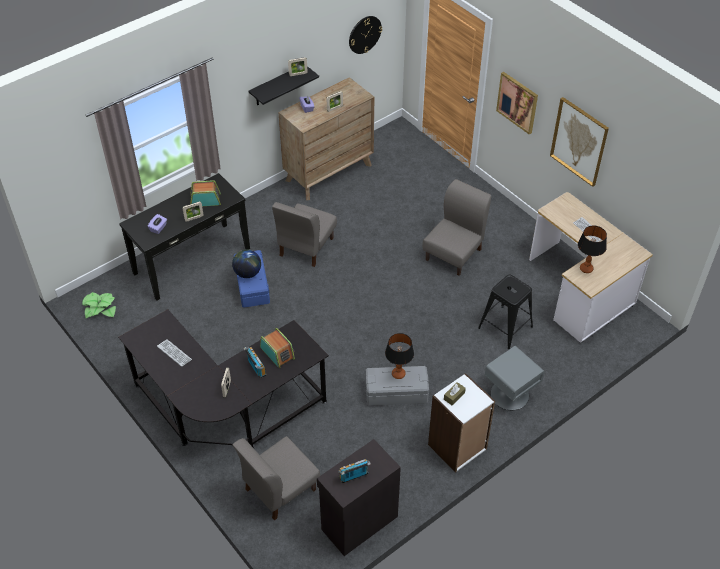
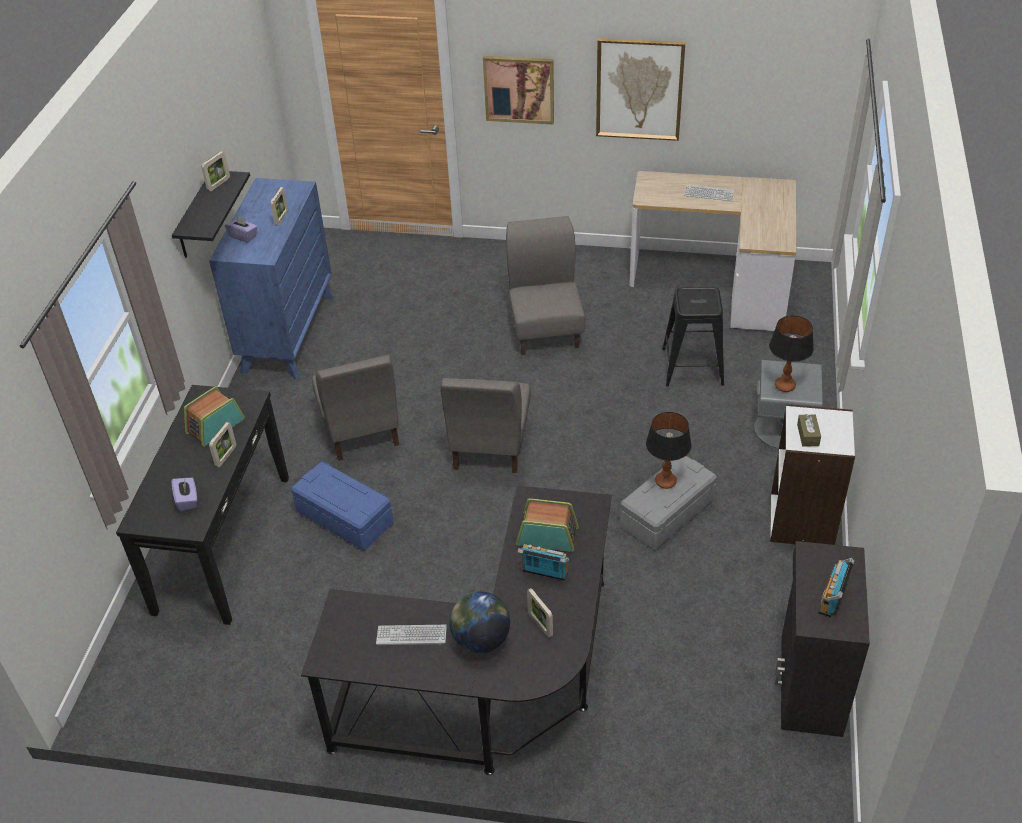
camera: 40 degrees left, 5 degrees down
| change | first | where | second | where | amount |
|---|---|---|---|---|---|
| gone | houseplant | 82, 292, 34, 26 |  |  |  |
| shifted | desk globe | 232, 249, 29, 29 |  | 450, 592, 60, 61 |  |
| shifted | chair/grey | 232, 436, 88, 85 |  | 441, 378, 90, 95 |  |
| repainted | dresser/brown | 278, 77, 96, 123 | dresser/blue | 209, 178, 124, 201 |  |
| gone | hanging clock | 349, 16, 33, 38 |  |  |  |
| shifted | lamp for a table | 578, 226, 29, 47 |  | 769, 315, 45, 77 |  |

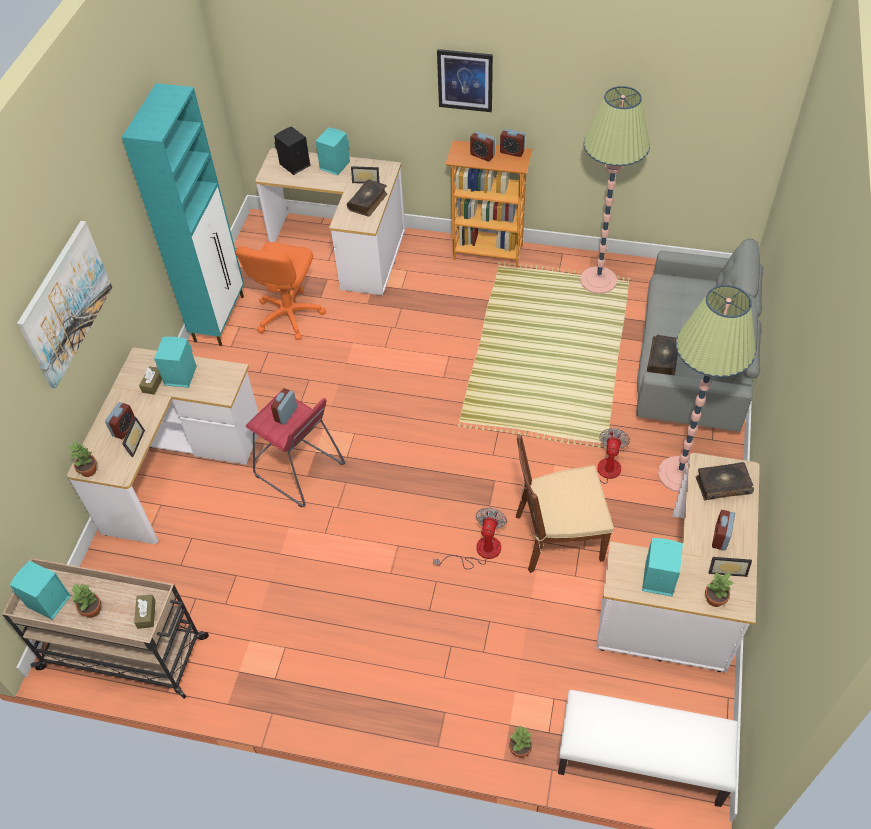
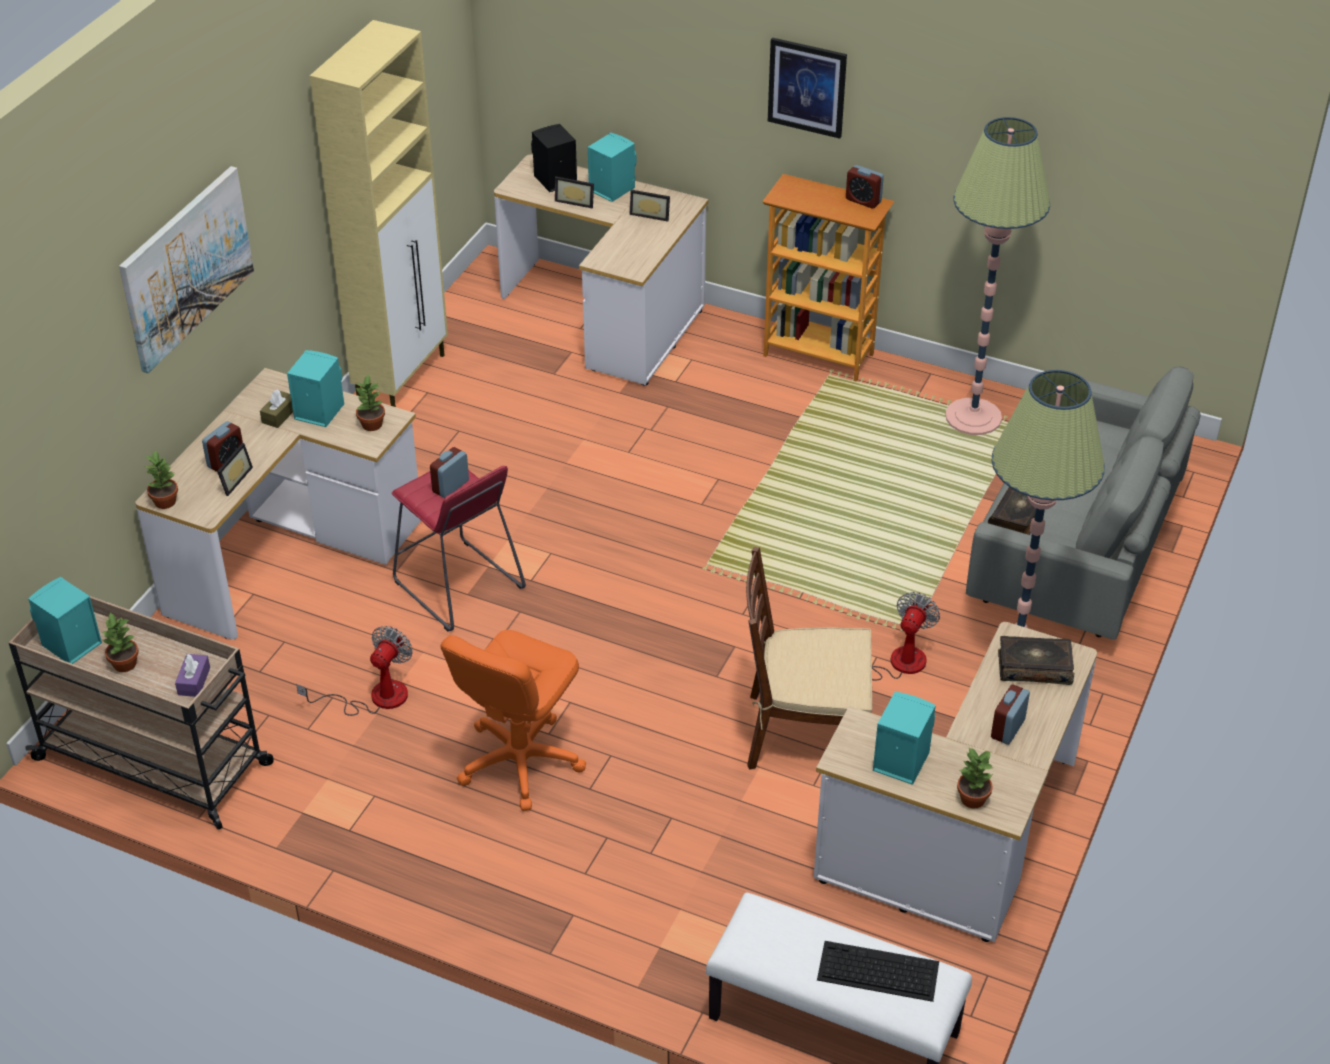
camera: 10 degrees right, 10 degrees down
| change | first | where | second | where | amount |
|---|---|---|---|---|---|
| repainted | storage cabinet/blue-green | 122, 83, 122, 263 | storage cabinet/beige-coloured | 310, 20, 138, 387 |  |
| repainted | tissue holder/brown | 134, 594, 22, 35 | tissue holder/purplish | 175, 654, 35, 43 |  |
| shifted | desk chair/orange | 236, 242, 90, 98 |  | 441, 630, 145, 181 |  |
| gone | bound book | 347, 179, 41, 37 |  |  |  |
| shifted | fan | 433, 508, 74, 61 |  | 296, 626, 117, 90 |  |
| gone | bedside clock | 470, 131, 25, 30 |  |  |  |
| shifted | houseplant | 509, 725, 24, 32 |  | 356, 374, 29, 57 |  |
| shifted | standing frame | 708, 557, 44, 20 |  | 555, 177, 39, 31 |  |
| new |  |  | computer keyboard | 817, 941, 122, 61 |  |

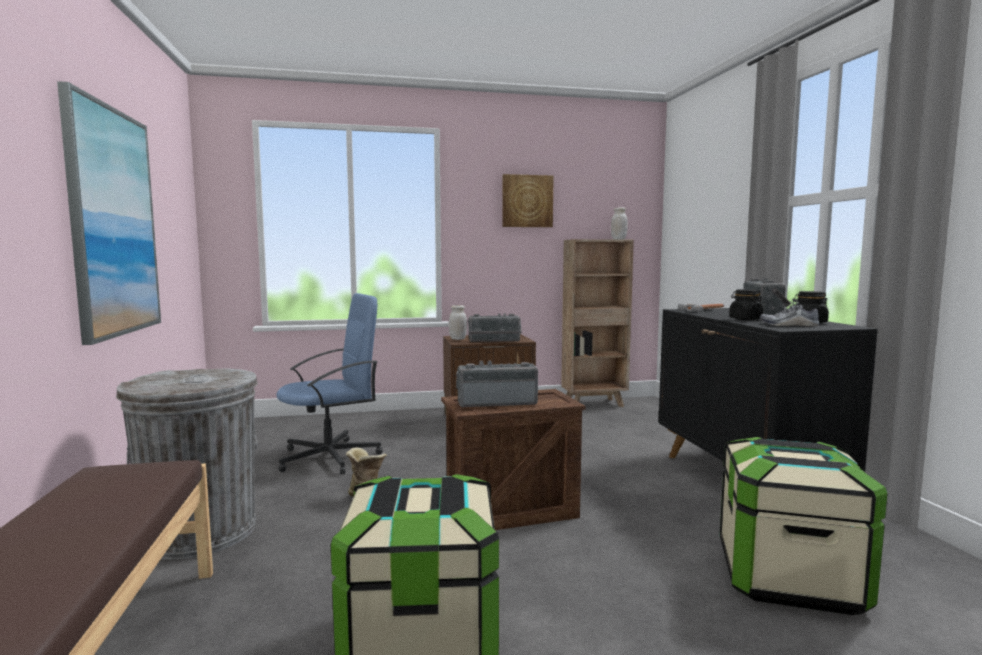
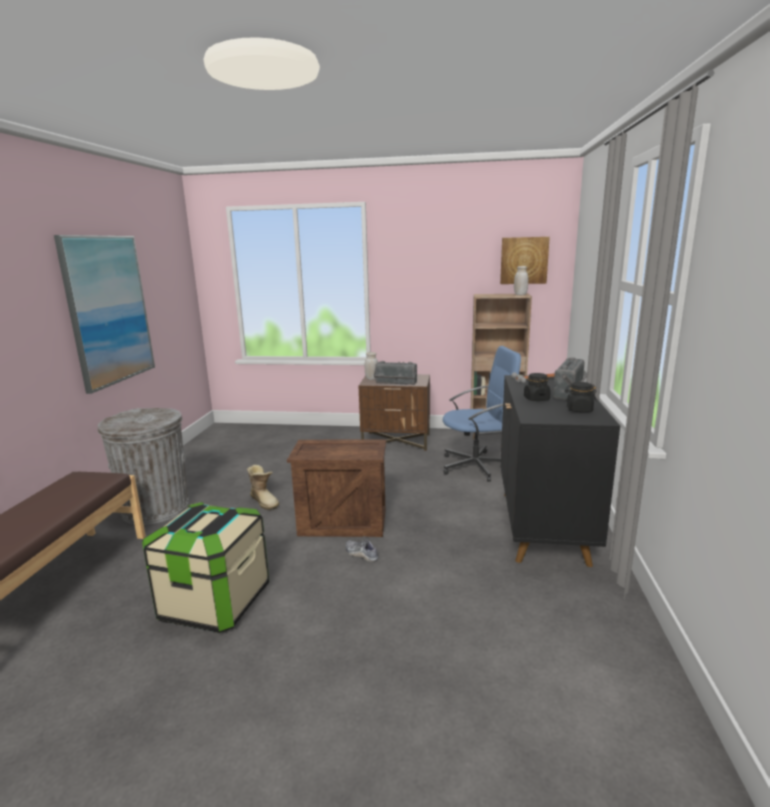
camera: 20 degrees right, 10 degrees up
| change | first | where | second | where | amount |
|---|---|---|---|---|---|
| shifted | desk chair/blue | 276, 293, 107, 181 |  | 443, 346, 78, 136 |  |
| gone | radio set | 456, 360, 82, 47 |  |  |  |
| shifted | wall picture | 502, 174, 52, 53 |  | 500, 237, 50, 47 |  |
| gone | storage container | 720, 437, 168, 178 |  |  |  |
| shifted | item of footwear | 760, 299, 60, 28 |  | 345, 536, 33, 26 |  |

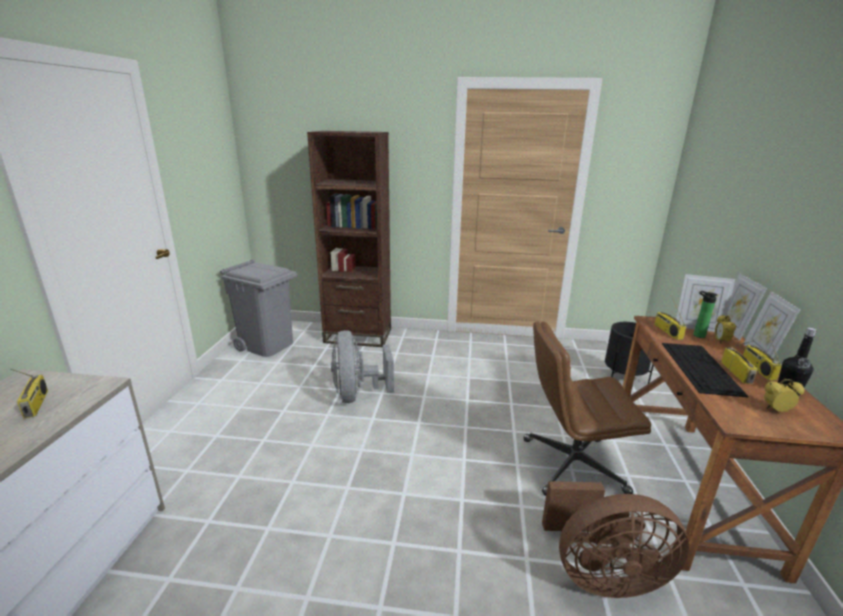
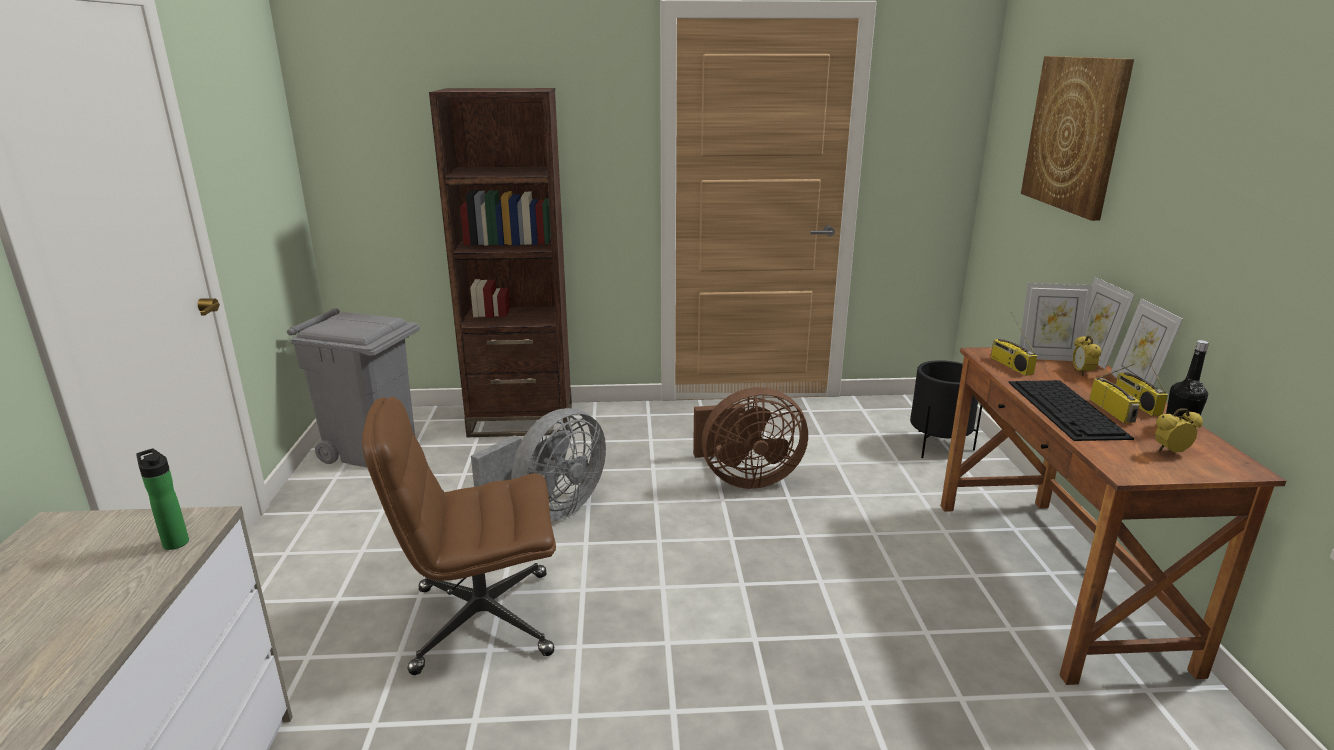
camera: 10 degrees left, 0 degrees up
| change | first | where | second | where | amount |
|---|---|---|---|---|---|
| gone | radio set | 10, 369, 38, 50 |  |  |  |
| rotated | fan/grey | 331, 330, 63, 73 |  | 471, 408, 135, 113 | 120 degrees counterclockwise |
| shifted | desk chair/brown | 524, 321, 127, 175 |  | 362, 397, 194, 278 |  |
| shifted | fan/brown | 542, 481, 147, 117 |  | 693, 387, 115, 102 |  |
| shifted | beverage bottle | 693, 291, 24, 47 |  | 136, 448, 53, 102 |  |
| new |  |  | wall picture | 1021, 56, 113, 165 |  |

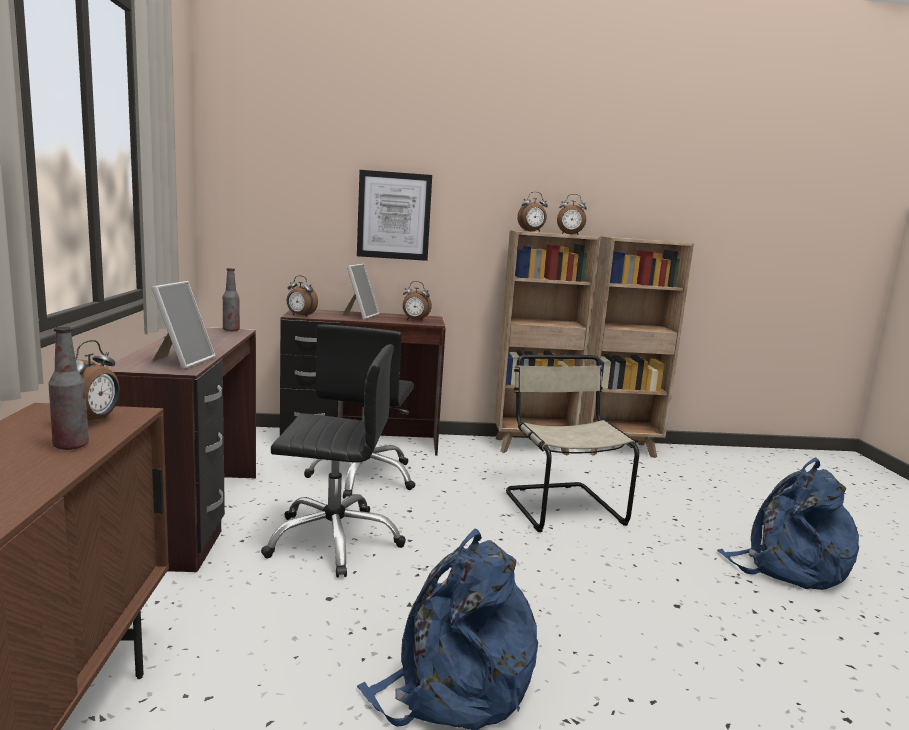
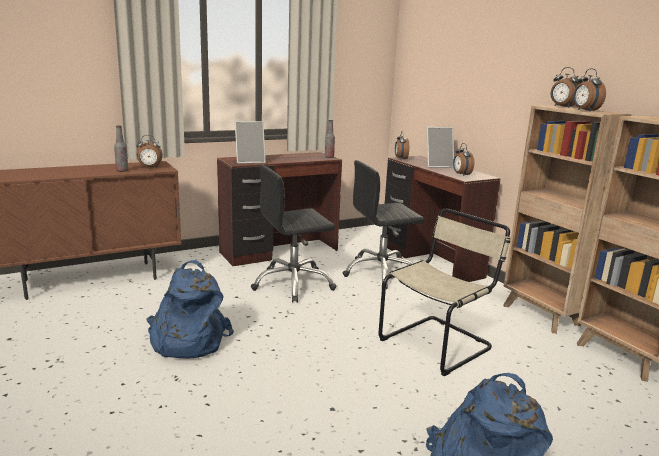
camera: 65 degrees right, 5 degrees up
| change | first | where | second | where | amount |
|---|---|---|---|---|---|
| rotated | desk chair/black | 261, 344, 145, 234 |  | 251, 164, 86, 139 | 90 degrees clockwise |
| gone | wall picture | 357, 170, 75, 91 |  |  |  |

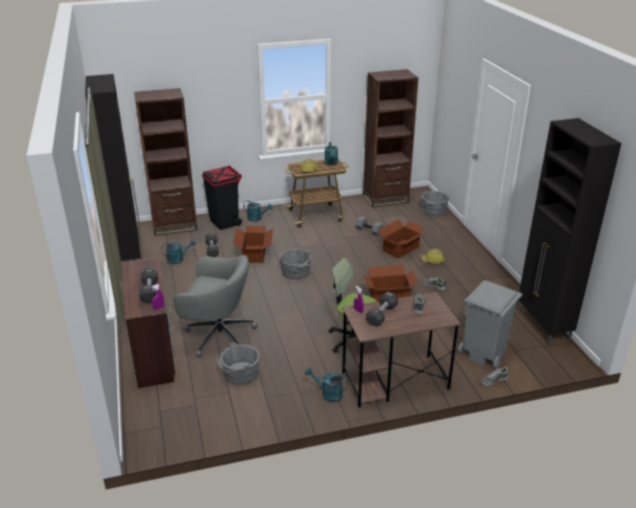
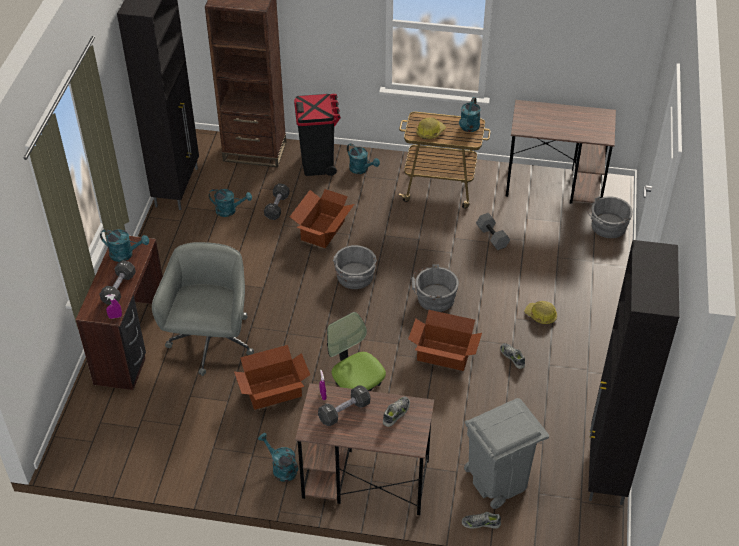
camera: 25 degrees right, 15 degrees up
| change | first | where | second | where | amount |
|---|---|---|---|---|---|
| rotated | desk chair/grey | 173, 255, 84, 102 |  | 152, 242, 102, 134 | 120 degrees counterclockwise |
| shifted | water bucket/grey | 216, 342, 44, 43 |  | 411, 264, 48, 48 |  |
| swapped | bookcase/brown | 363, 69, 55, 138 | desk table/brown | 505, 100, 111, 104 |  |
| shifted | cardboard box | 378, 219, 49, 40 |  | 234, 345, 76, 65 |  |
| new |  |  | watering pot/blue-green | 100, 229, 49, 33 |  |

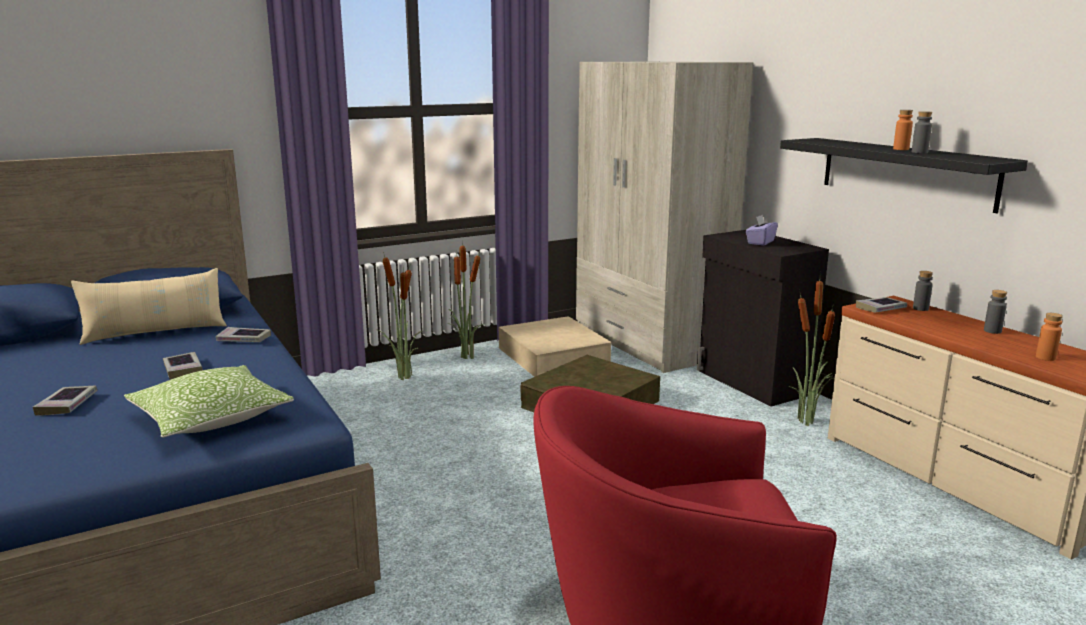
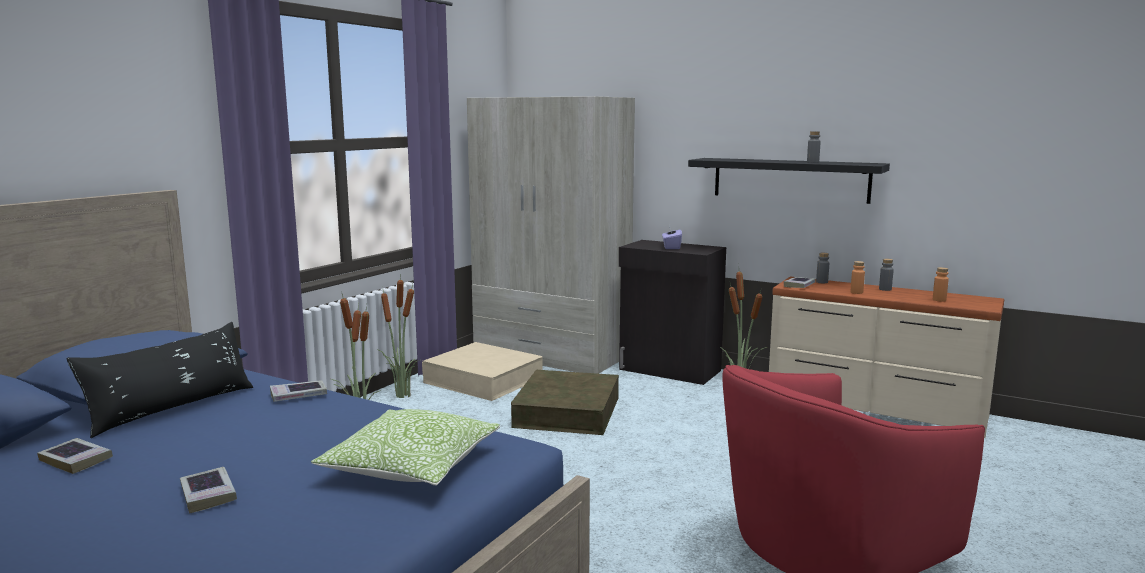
camera: 30 degrees left, 5 degrees down
| change | first | where | second | where | amount |
|---|---|---|---|---|---|
| repainted | throw pillow/beige-coloured | 71, 268, 156, 77 | throw pillow/black | 67, 322, 186, 116 |  |
| shifted | bound book | 163, 352, 40, 27 |  | 37, 438, 76, 36 |  |
| shifted | beverage bottle/orange | 893, 110, 20, 40 |  | 850, 261, 15, 33 |  |

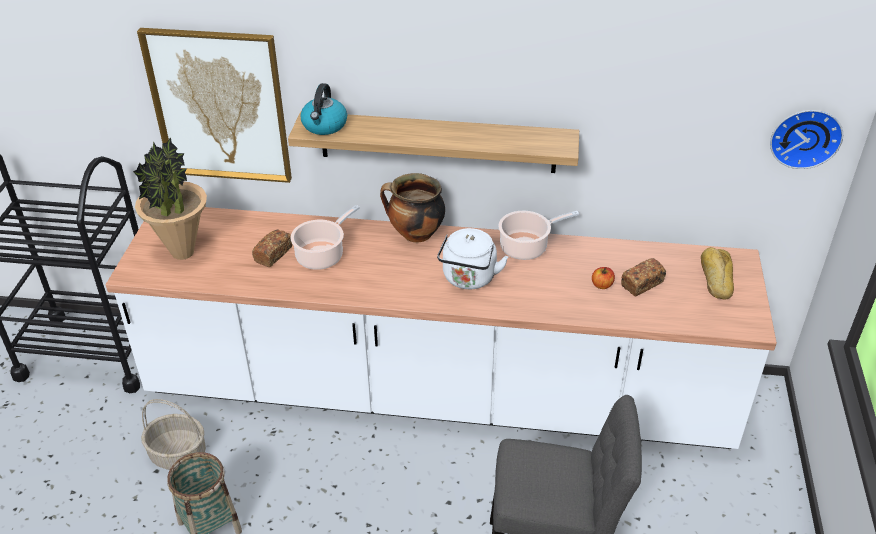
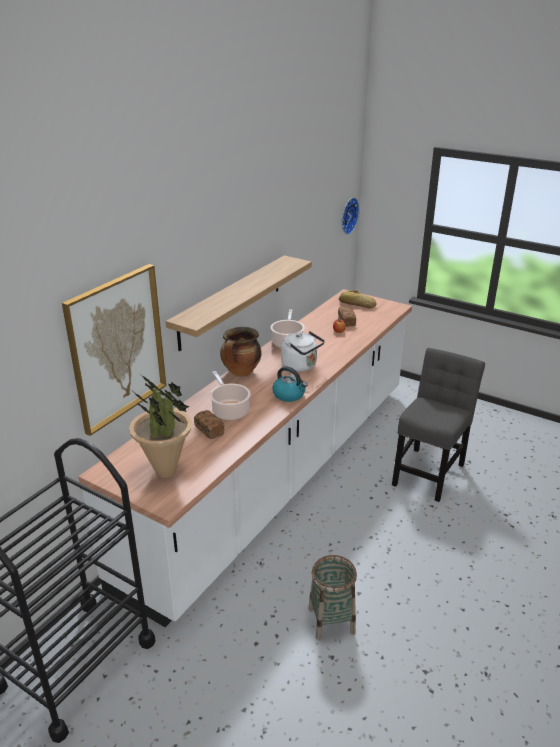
camera: 65 degrees left, 10 degrees down
| change | first | where | second | where | amount |
|---|---|---|---|---|---|
| gone | basket | 141, 399, 65, 71 |  |  |  |
| shifted | tea kettle | 300, 83, 47, 52 |  | 273, 366, 34, 36 |  |

